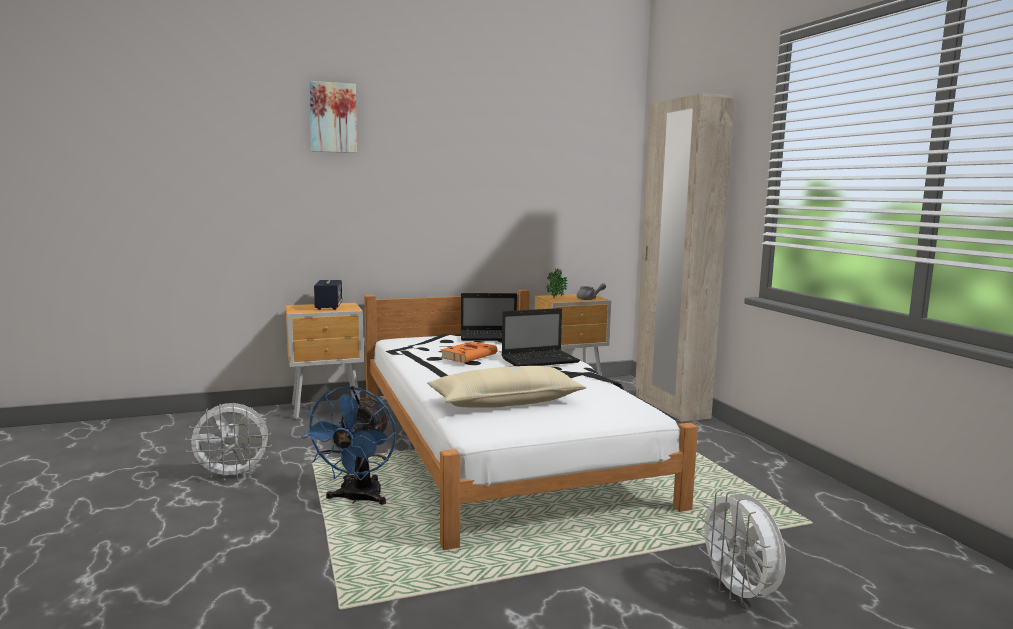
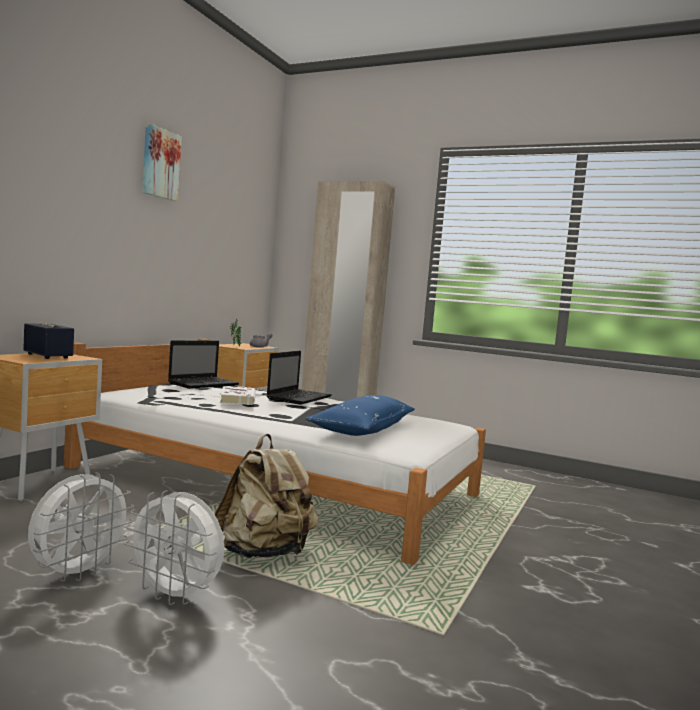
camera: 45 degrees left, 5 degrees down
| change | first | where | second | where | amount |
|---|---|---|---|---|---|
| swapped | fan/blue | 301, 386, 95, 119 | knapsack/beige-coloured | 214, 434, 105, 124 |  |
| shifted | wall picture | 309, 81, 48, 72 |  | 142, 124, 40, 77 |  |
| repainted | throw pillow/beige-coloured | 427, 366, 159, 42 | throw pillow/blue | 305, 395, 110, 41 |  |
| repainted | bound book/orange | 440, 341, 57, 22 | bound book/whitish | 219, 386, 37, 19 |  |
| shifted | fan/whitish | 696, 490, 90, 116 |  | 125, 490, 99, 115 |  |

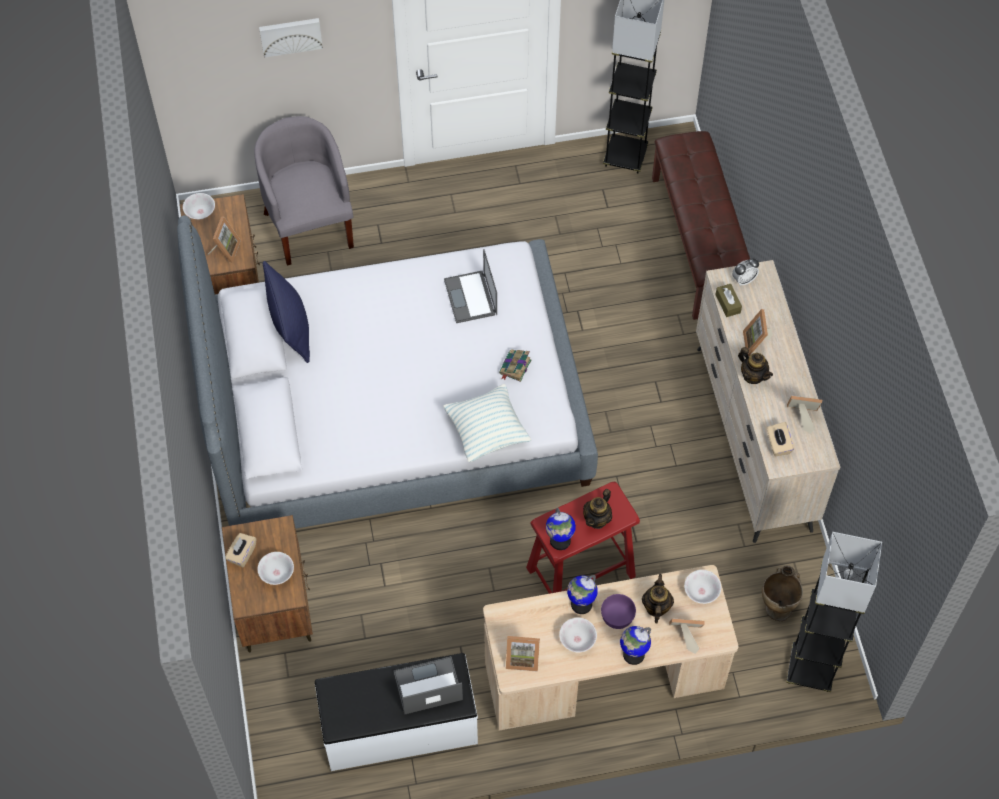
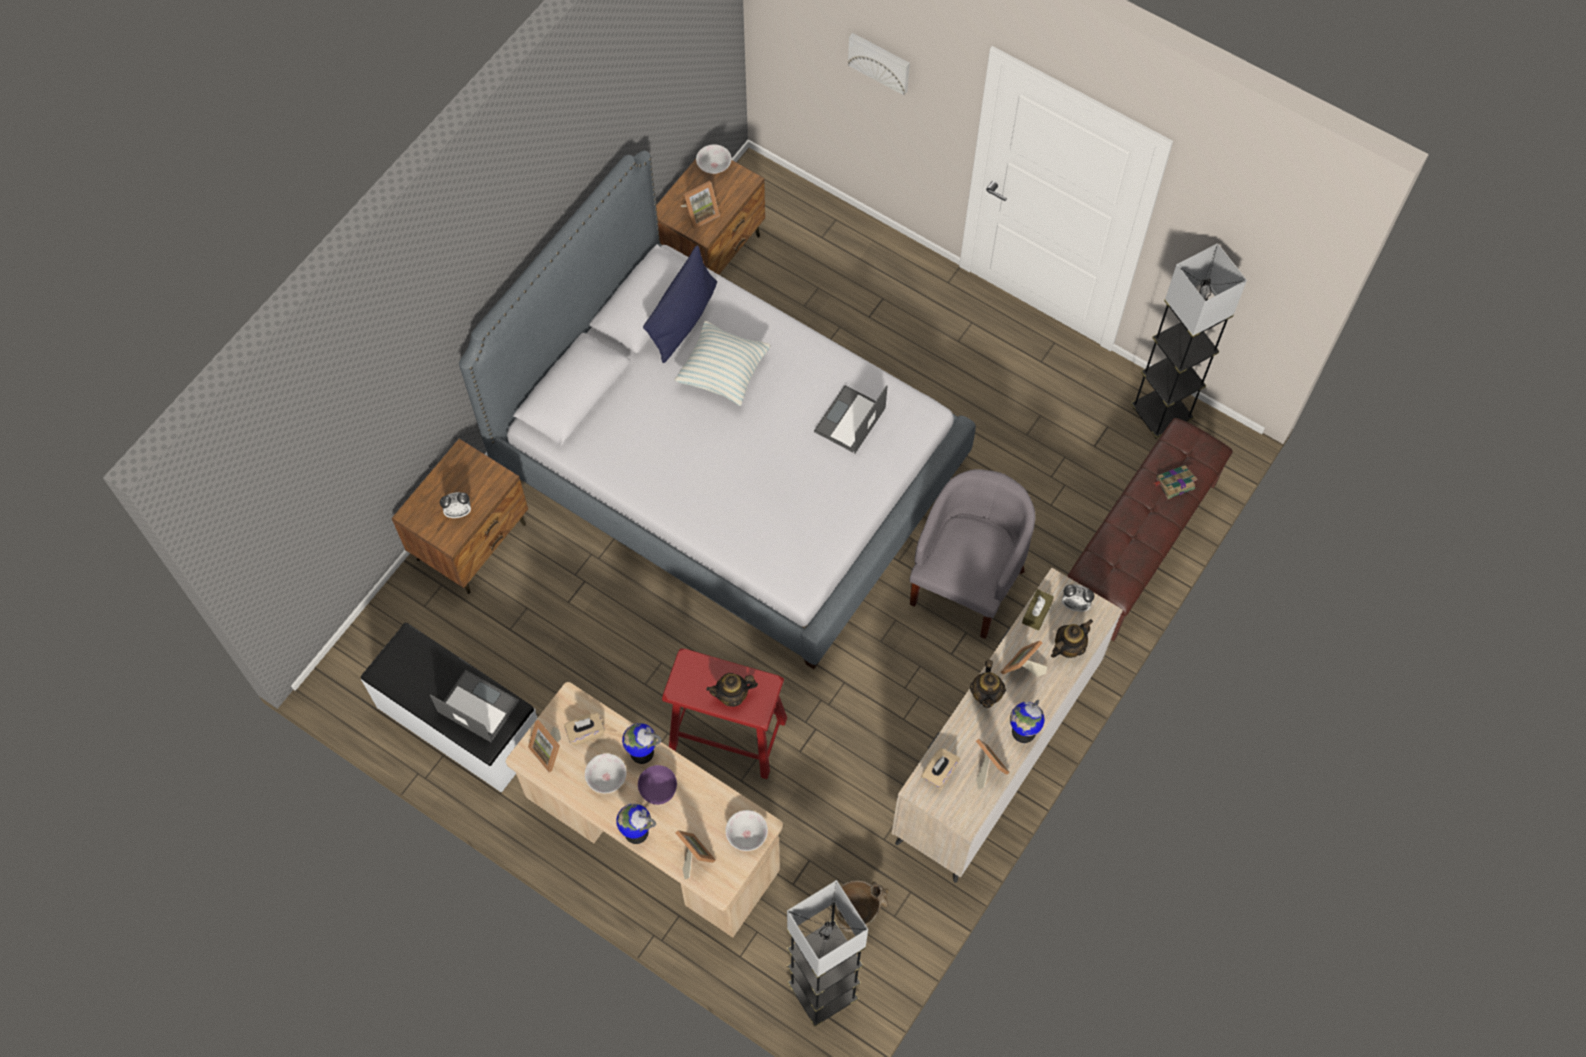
camera: 45 degrees right, 5 degrees up
| change | first | where | second | where | amount |
|---|---|---|---|---|---|
| shifted | tissue holder/beige-coloured | 225, 533, 31, 34 |  | 564, 713, 41, 32 |  |
| shifted | easy chair/grey | 254, 116, 100, 150 |  | 910, 469, 126, 170 |  |
| swapped | deep dish/whitish | 258, 552, 36, 33 | bedside clock | 440, 492, 31, 26 |  |
| shifted | throw pillow | 443, 384, 88, 78 |  | 675, 321, 96, 85 |  |
| shifted | bound book | 499, 350, 32, 32 |  | 1154, 466, 43, 33 |  |
| shifted | desk globe | 546, 508, 30, 42 |  | 1010, 700, 34, 43 |  |
| shifted | pot for tea | 642, 574, 32, 49 |  | 1051, 619, 42, 39 |  |

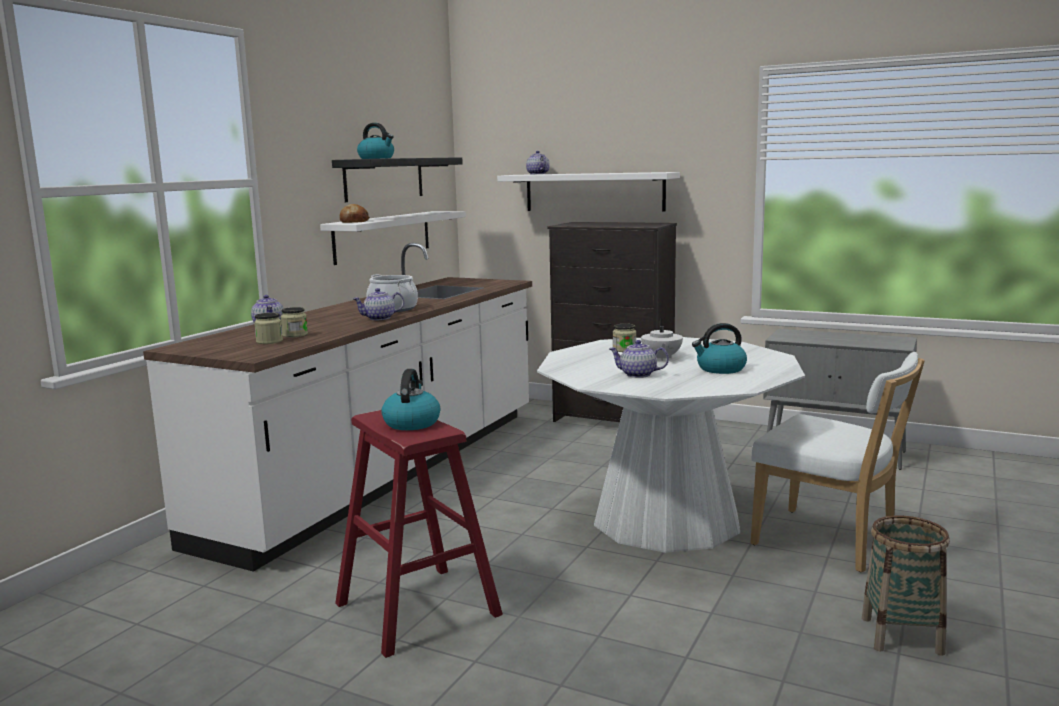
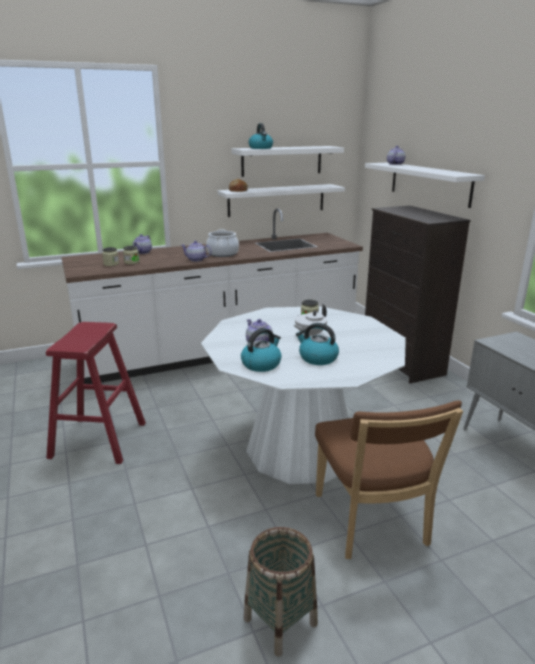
camera: 40 degrees right, 10 degrees up
| change | first | where | second | where | amount |
|---|---|---|---|---|---|
| repainted | wall shelf/black | 332, 157, 131, 45 | wall shelf/whitish | 231, 146, 113, 31 |  |
| shifted | tea kettle | 381, 369, 59, 61 |  | 241, 328, 40, 44 |  |
| repainted | chair/whitish | 751, 352, 174, 220 | chair/brown | 315, 400, 148, 159 |  |

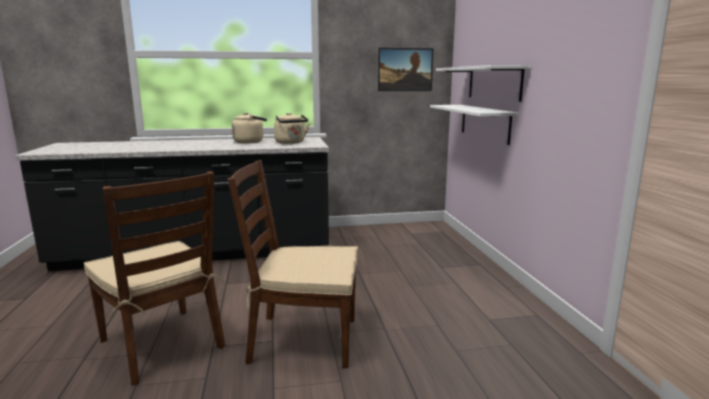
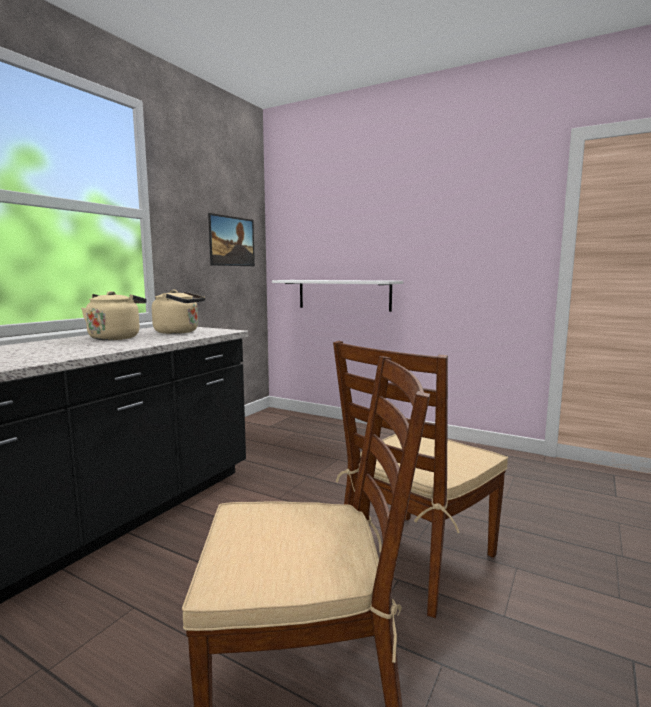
camera: 50 degrees left, 5 degrees down
| change | first | where | second | where | amount |
|---|---|---|---|---|---|
| gone | wall shelf/whitish | 436, 65, 96, 37 |  |  |  |

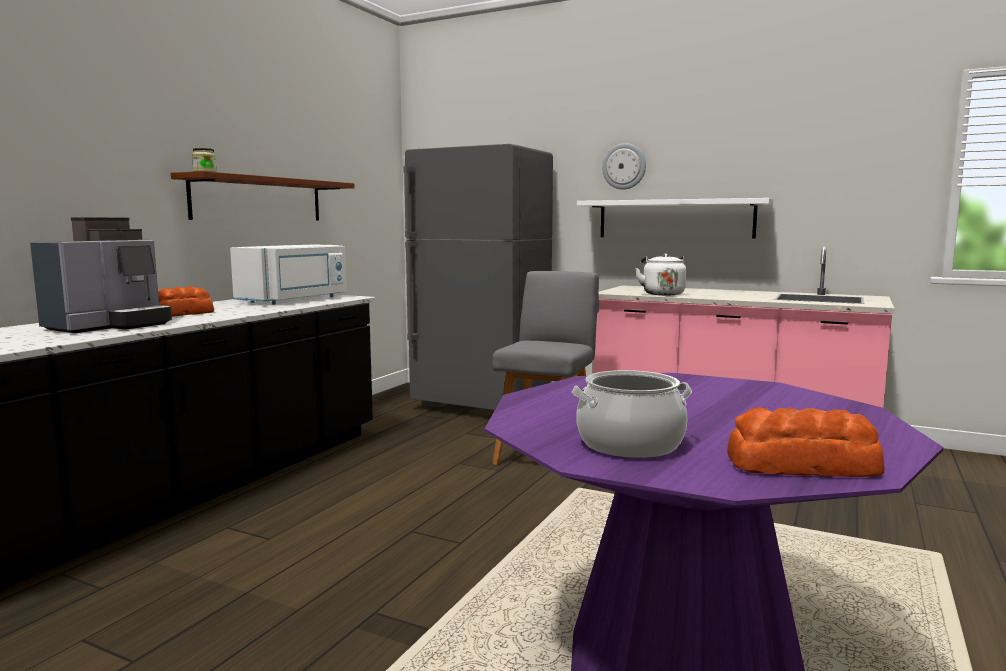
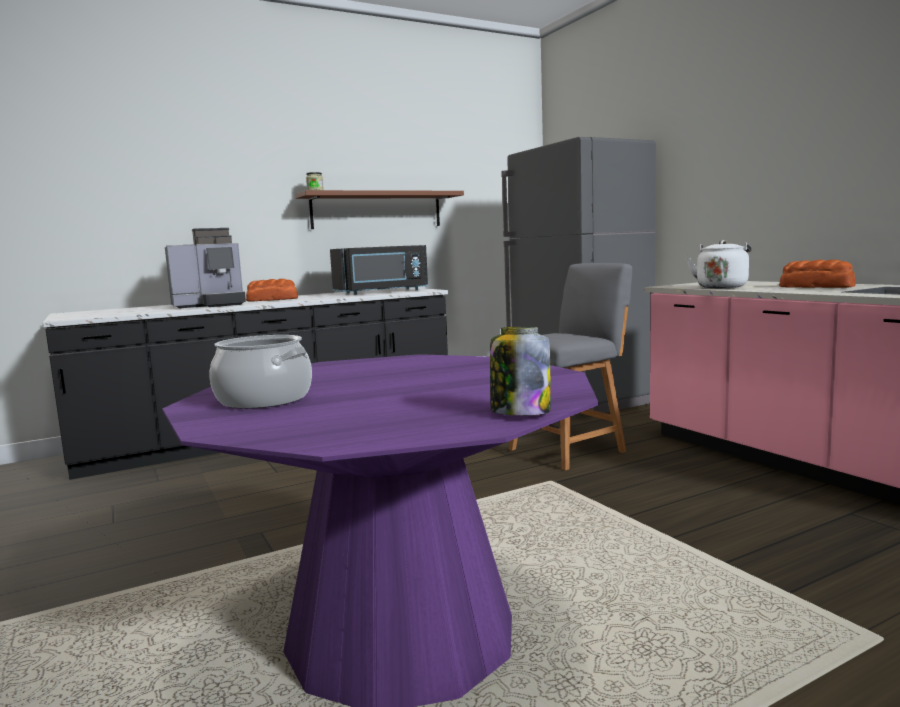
camera: 35 degrees right, 0 degrees up
| change | first | where | second | where | amount |
|---|---|---|---|---|---|
| repainted | microwave oven/whitish | 230, 244, 117, 61 | microwave oven/black | 330, 245, 98, 50 |  |
| gone | wall shelf/whitish | 577, 198, 196, 41 |  |  |  |
| gone | hanging clock | 602, 143, 44, 47 |  |  |  |
| shifted | bakery bread | 727, 407, 158, 70 |  | 779, 260, 77, 28 |  |
| new |  |  | preserve jar | 490, 327, 61, 89 |  |

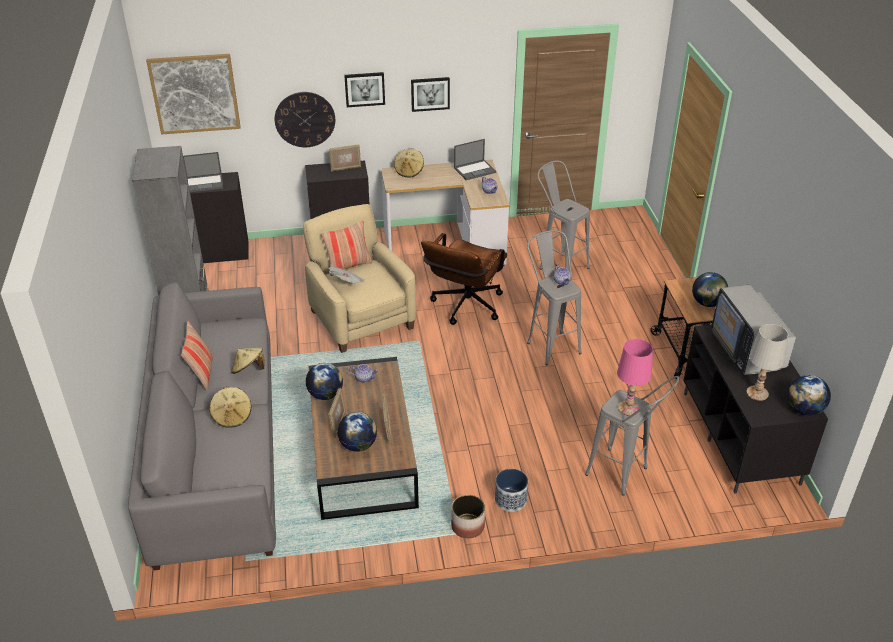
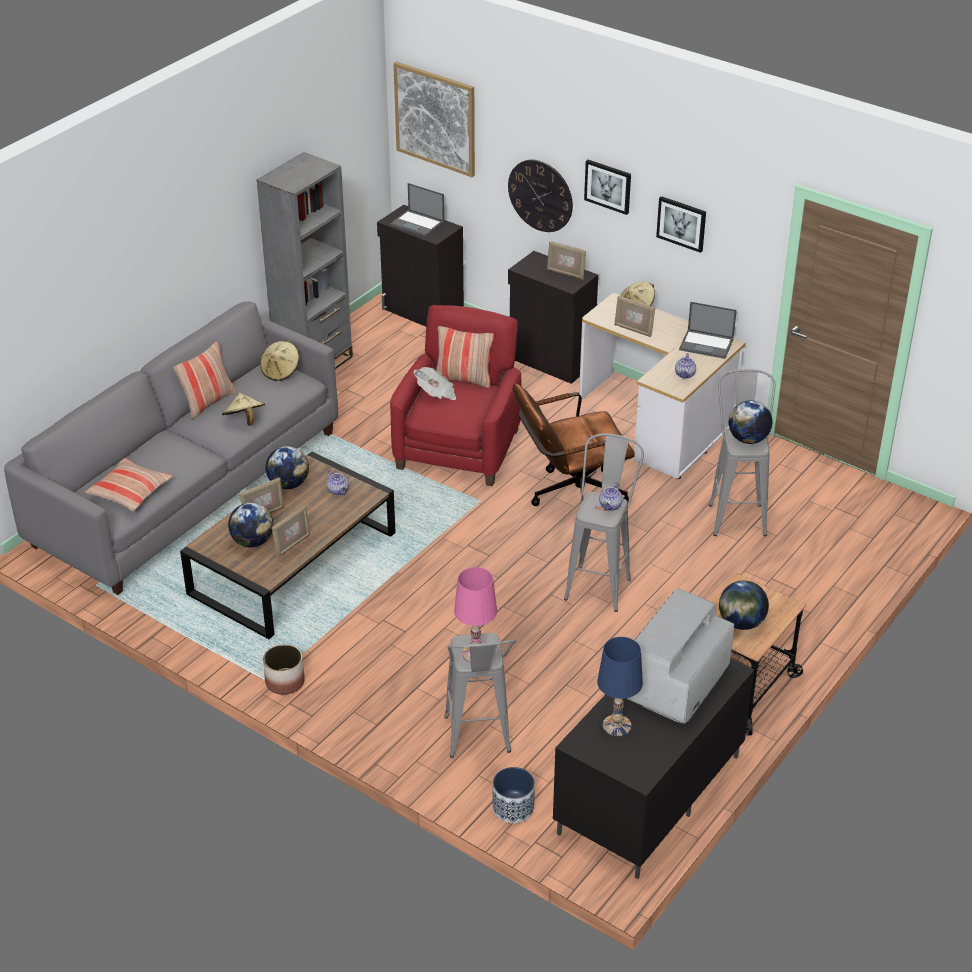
camera: 45 degrees right, 0 degrees up
| change | first | where | second | where | amount |
|---|---|---|---|---|---|
| shifted | clothing hat/beige-coloured | 209, 386, 43, 42 |  | 260, 341, 39, 40 |  |
| repainted | easy chair/beige-coloured | 303, 204, 113, 149 | easy chair/reddish | 390, 305, 132, 181 |  |
| shifted | flower pot | 495, 469, 33, 43 |  | 492, 767, 43, 56 |  |
| repainted | lamp for a table/whitish | 747, 324, 41, 77 | lamp for a table/blue | 597, 637, 46, 99 |  |
| shifted | desk globe | 788, 375, 43, 41 |  | 728, 400, 45, 44 |  |
| new |  |  | throw pillow | 85, 458, 88, 53 |  |
| new |  |  | standing frame | 614, 296, 41, 41 |  |

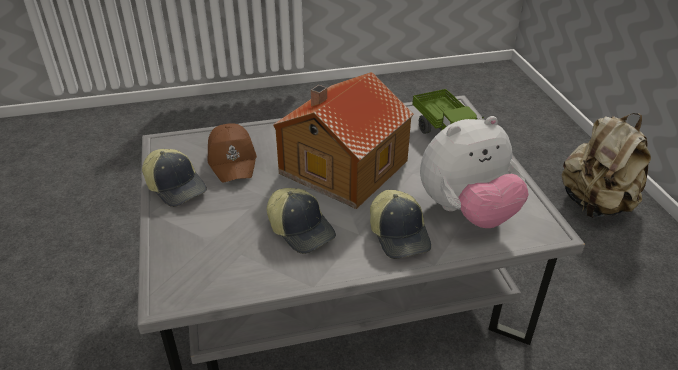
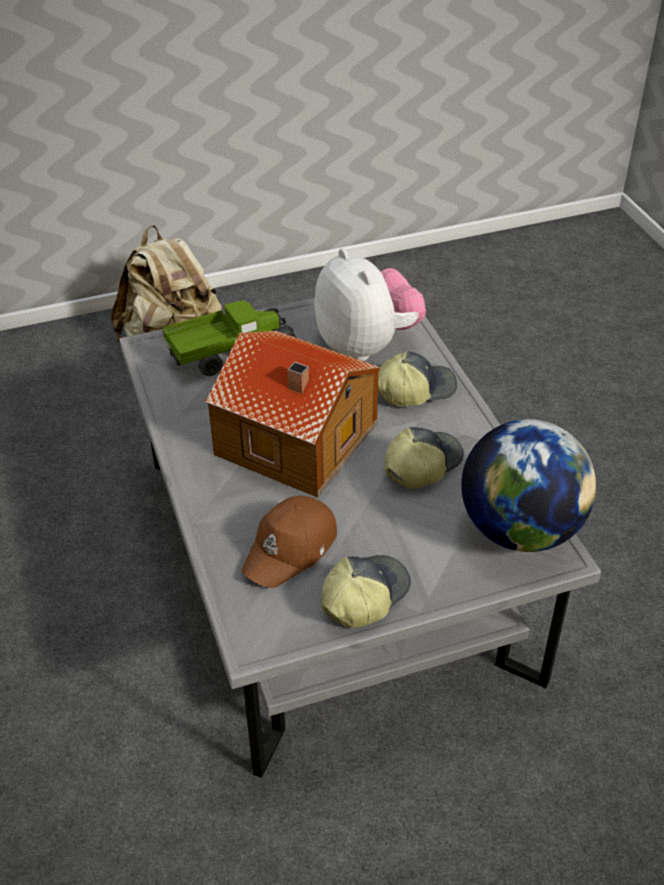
camera: 95 degrees left, 5 degrees up
| change | first | where | second | where | amount |
|---|---|---|---|---|---|
| rotated | baseball cap/brown | 208, 123, 49, 60 |  | 241, 496, 96, 92 | 150 degrees clockwise |
| new |  |  | desk globe | 461, 419, 135, 133 |  |

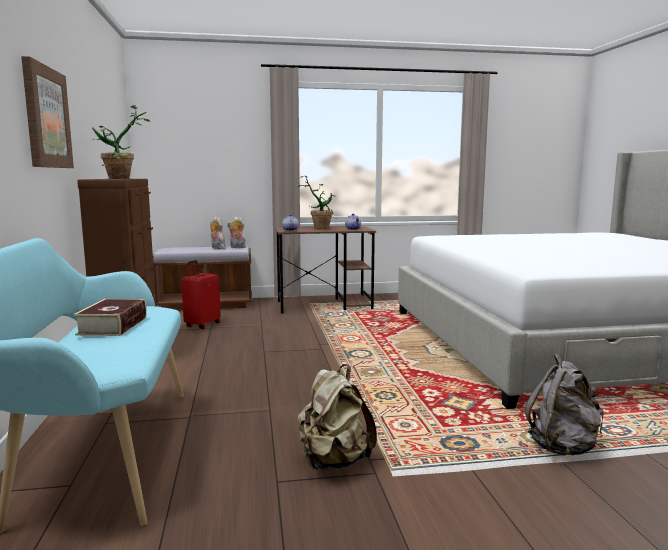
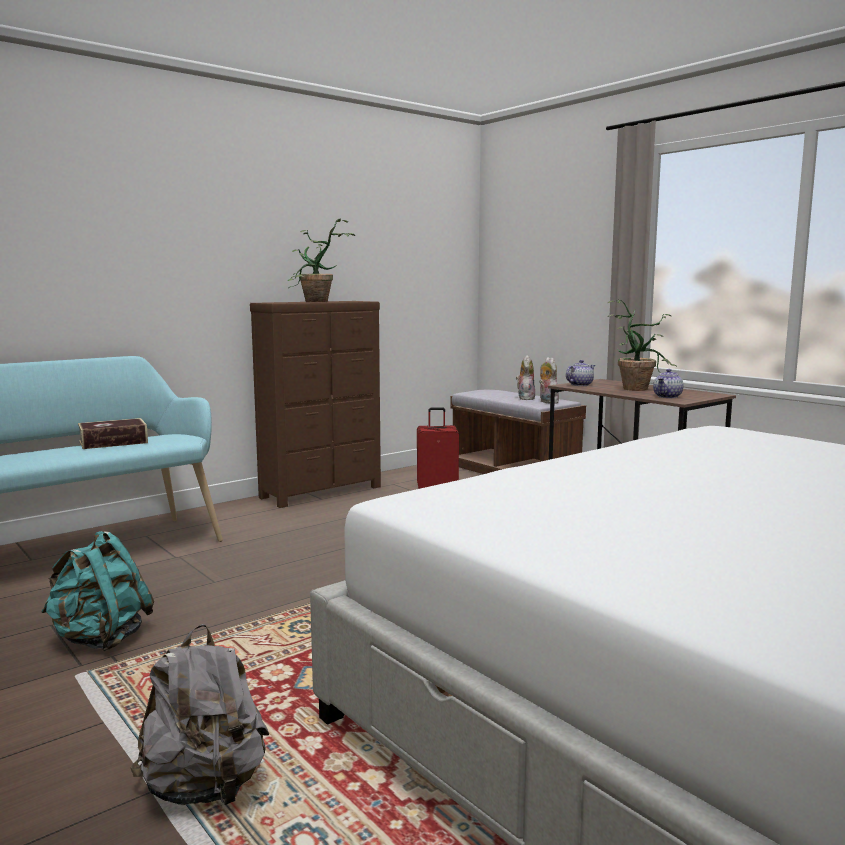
camera: 60 degrees right, 0 degrees up
| change | first | where | second | where | amount |
|---|---|---|---|---|---|
| gone | wall picture | 21, 56, 53, 112 |  |  |  |
| repainted | knapsack/beige-coloured | 297, 364, 80, 106 | knapsack/blue-green | 41, 531, 113, 120 |  |

